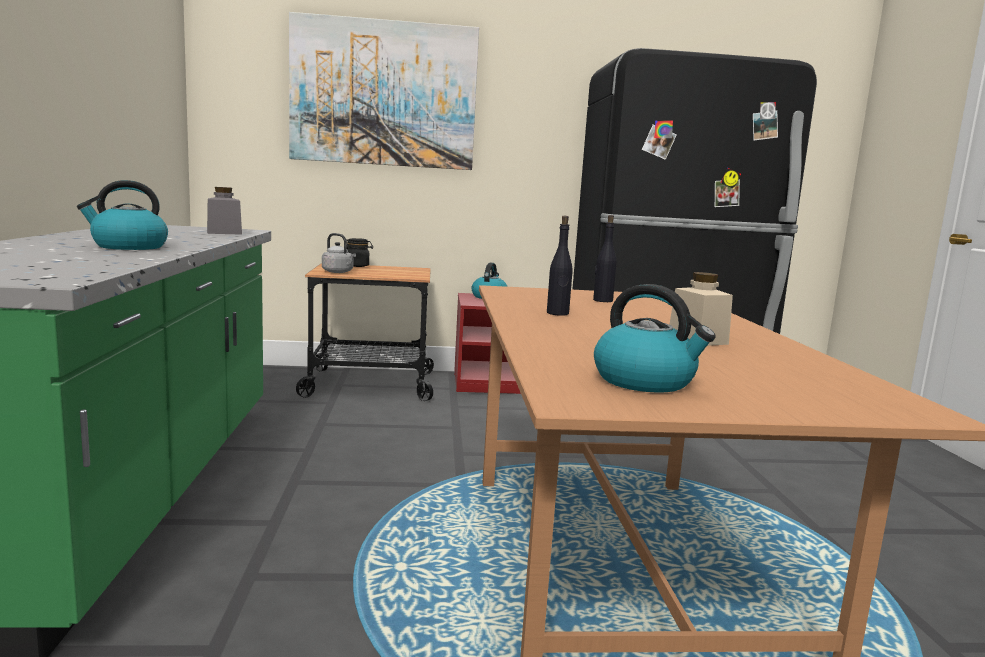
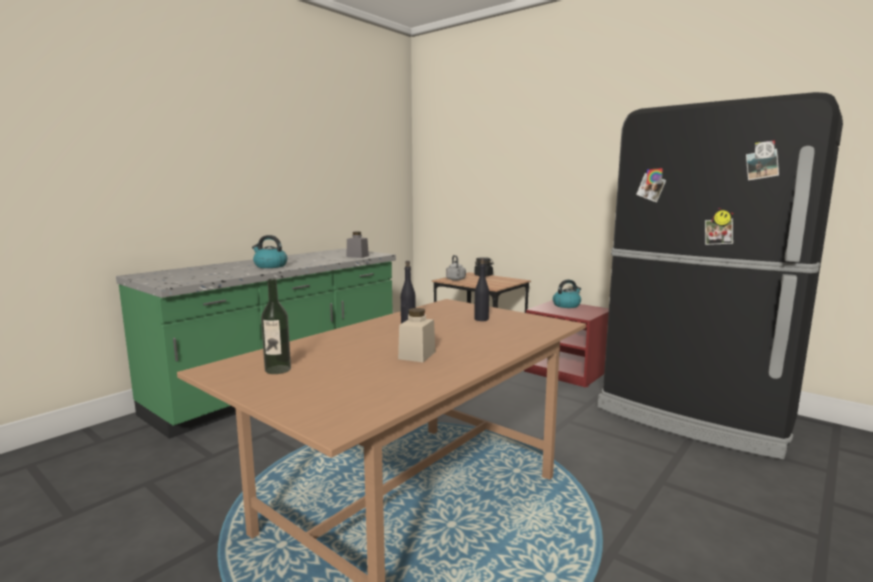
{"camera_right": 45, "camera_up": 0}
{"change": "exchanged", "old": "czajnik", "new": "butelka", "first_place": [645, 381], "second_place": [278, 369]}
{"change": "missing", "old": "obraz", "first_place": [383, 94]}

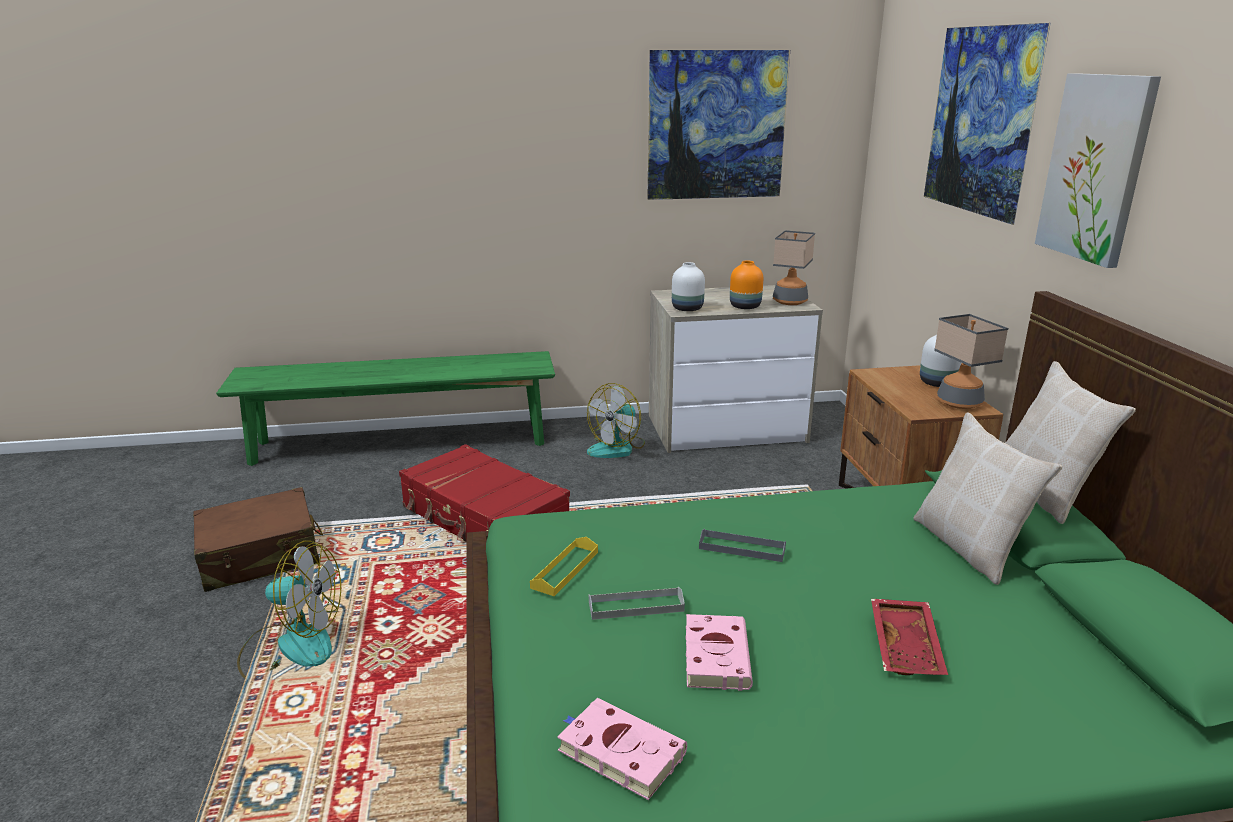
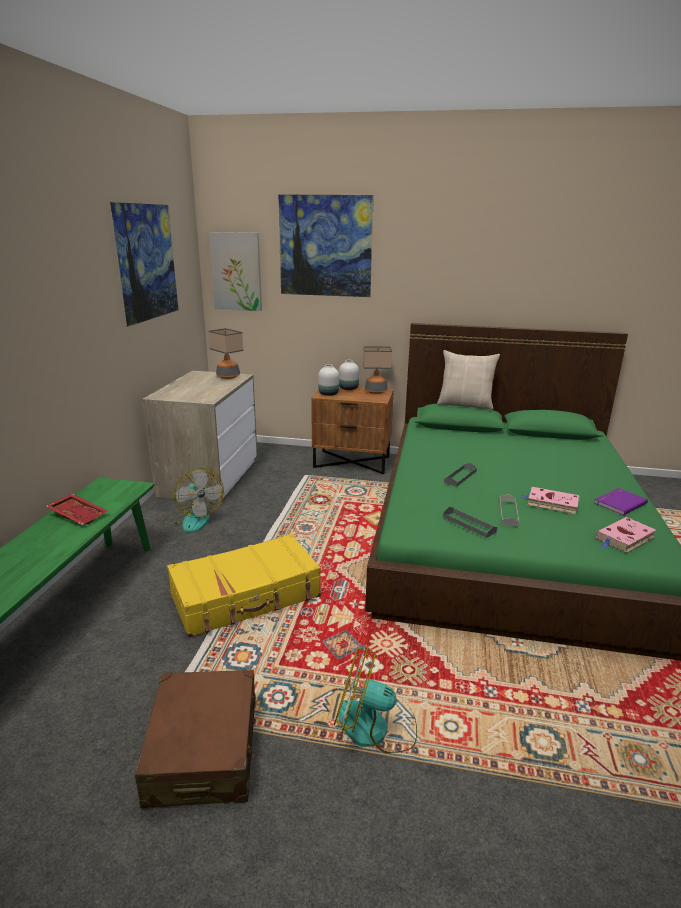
{"camera_right": -70, "camera_up": 0}
{"change": "relocated", "old": "taca [czerwony]", "first_place": [907, 647], "second_place": [79, 515]}
{"change": "colour", "old": "walizka [czerwony]", "new": "walizka [żółty]", "first_place": [484, 518], "second_place": [246, 596]}
{"change": "relocated", "old": "obraz", "first_place": [1096, 168], "second_place": [236, 271]}
{"change": "relocated", "old": "wazon [biały]", "first_place": [687, 309], "second_place": [329, 394]}
{"change": "spun", "old": "wentylator", "first_place": [291, 645], "second_place": [375, 727], "degrees": -105}
{"change": "colour", "old": "taca [żółty]", "new": "taca [szary]", "first_place": [565, 570], "second_place": [469, 524]}
{"change": "appeared", "new": "książka [fioletowy]", "second_place": [618, 503]}
{"change": "missing", "old": "wazon [pomarańczowy]", "first_place": [745, 306]}
{"change": "missing", "old": "poduszka [beżowy]", "first_place": [970, 547]}

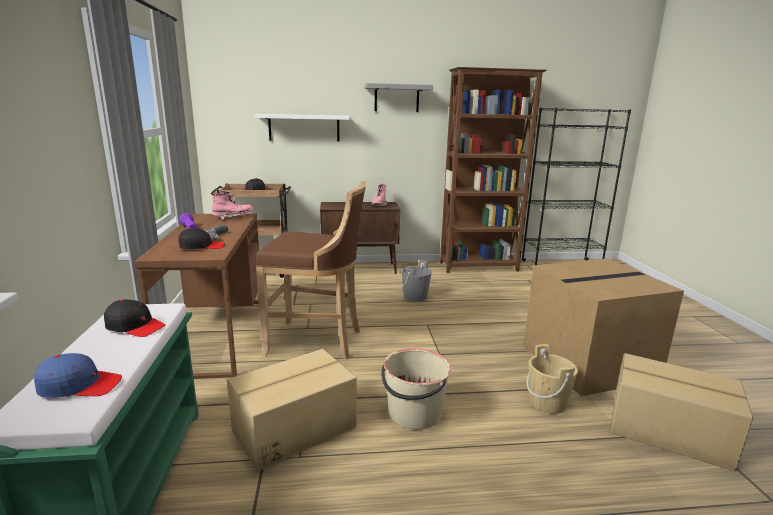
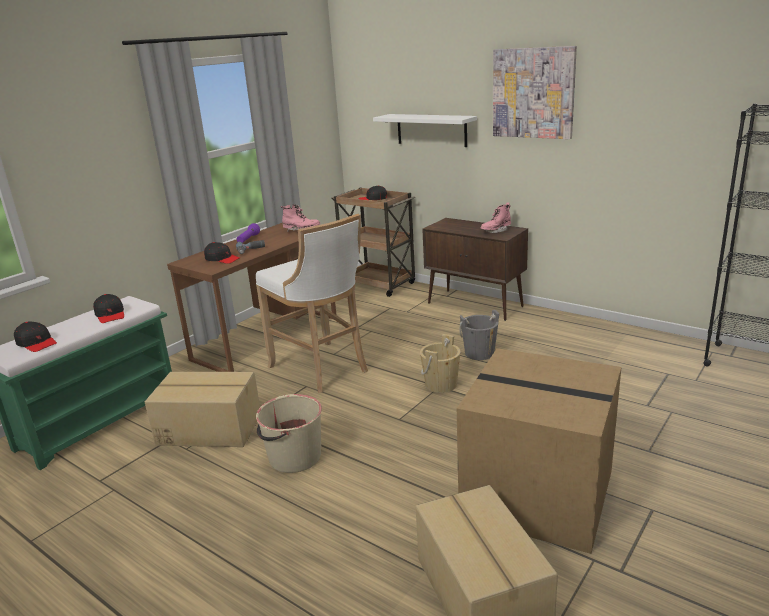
{"camera_right": 45, "camera_up": 5}
{"change": "colour", "old": "czapka z daszkiem [niebieski]", "new": "czapka z daszkiem [czarny]", "first_place": [79, 385], "second_place": [36, 343]}
{"change": "colour", "old": "stołek [brązowy]", "new": "stołek [biały]", "first_place": [317, 341], "second_place": [322, 369]}
{"change": "relocated", "old": "wiadro [beżowy]", "first_place": [547, 402], "second_place": [441, 384]}
{"change": "exchanged", "old": "półka [szary]", "new": "obraz", "first_place": [396, 98], "second_place": [533, 93]}
{"change": "missing", "old": "regał [brązowy]", "first_place": [479, 267]}

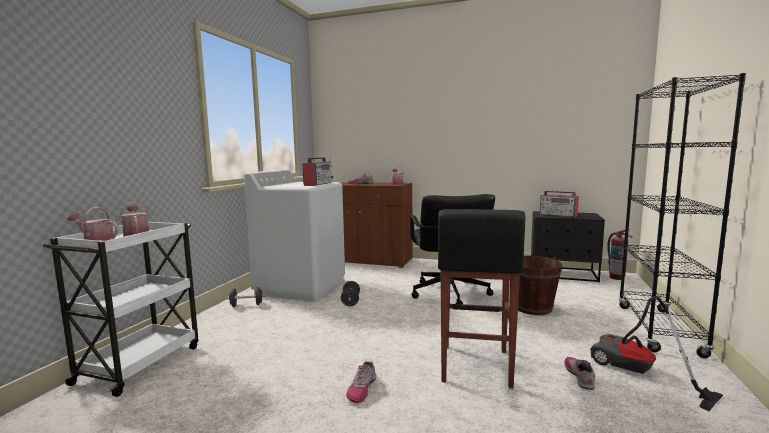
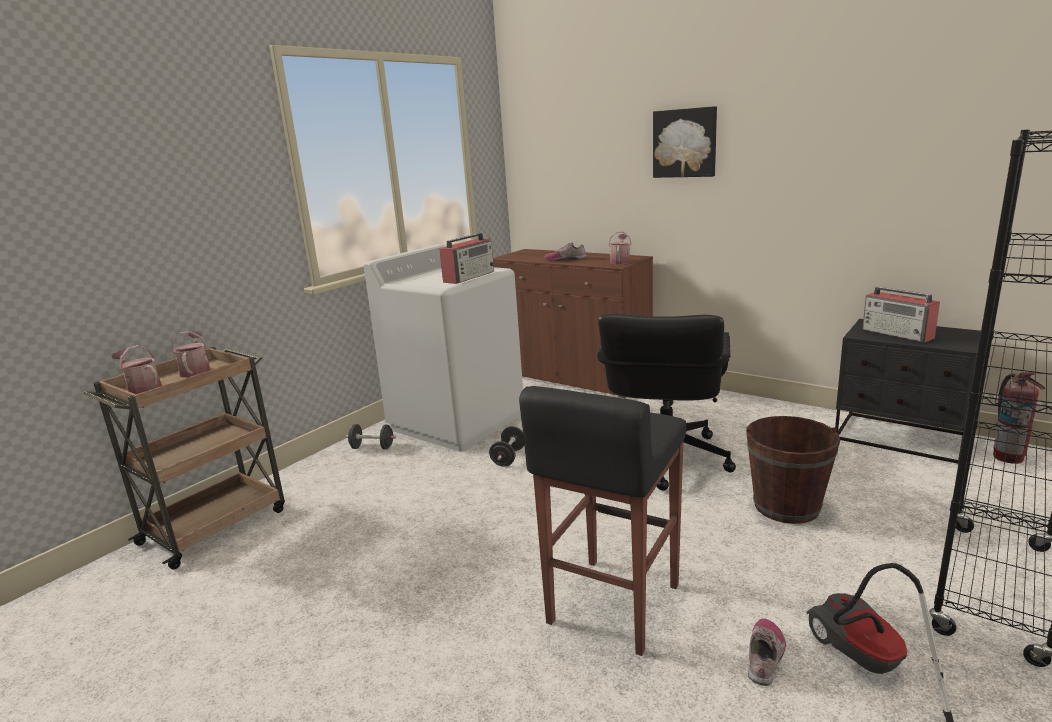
{"camera_right": 20, "camera_up": 10}
{"change": "colour", "old": "wózek [biały]", "new": "wózek [brązowy]", "first_place": [141, 363], "second_place": [216, 525]}
{"change": "appeared", "new": "obraz", "second_place": [685, 143]}
{"change": "missing", "old": "but", "first_place": [361, 389]}

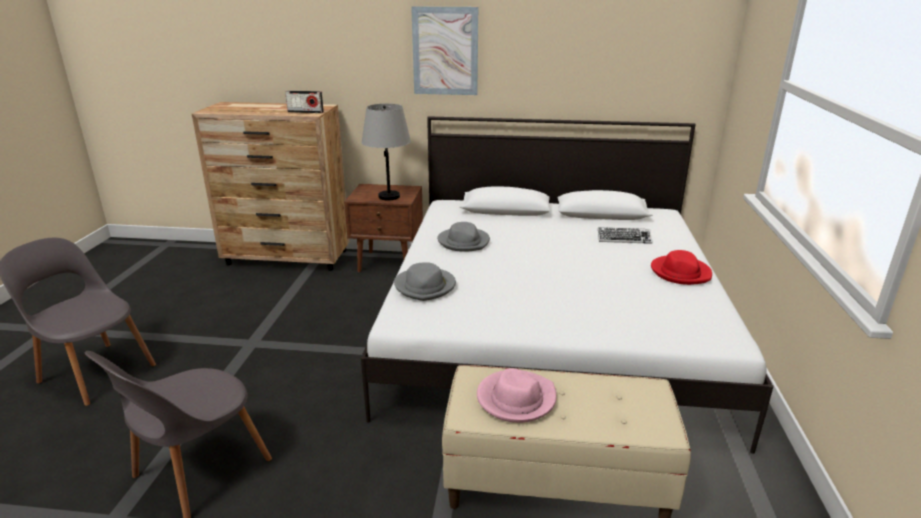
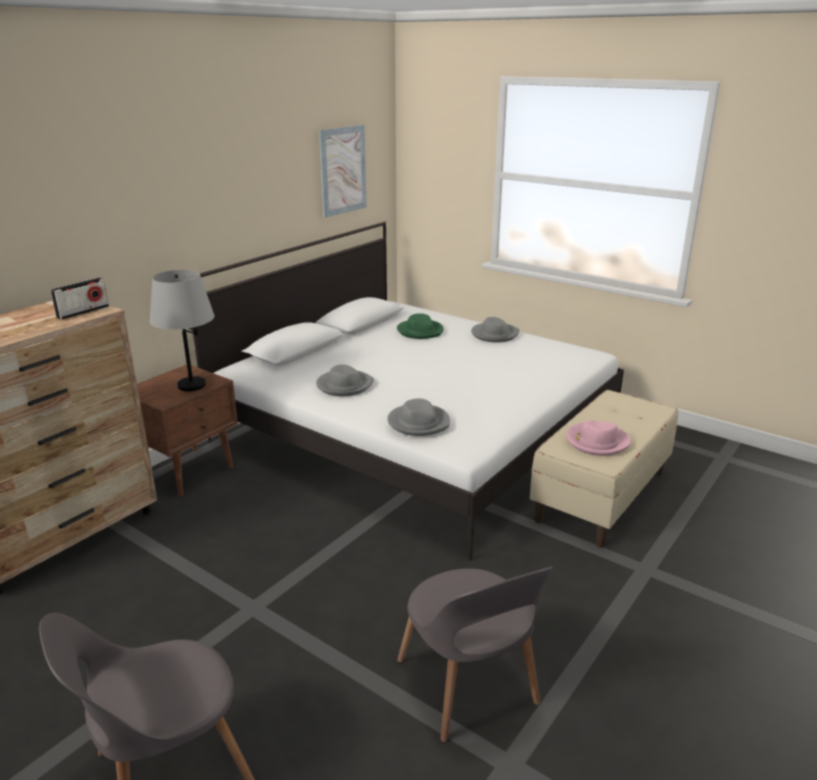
{"camera_right": -60, "camera_up": 0}
{"change": "relocated", "old": "obraz", "first_place": [445, 51], "second_place": [342, 170]}
{"change": "exchanged", "old": "klawiatura", "new": "kapelusz [zielony]", "first_place": [624, 239], "second_place": [420, 331]}
{"change": "colour", "old": "kapelusz [czerwony]", "new": "kapelusz [szary]", "first_place": [680, 272], "second_place": [494, 334]}

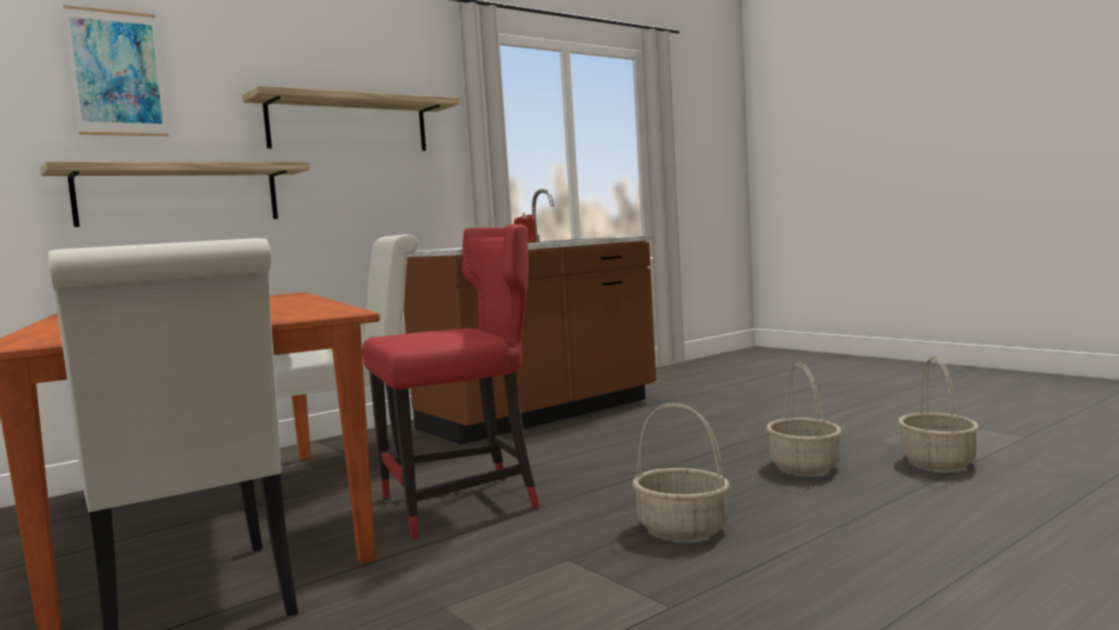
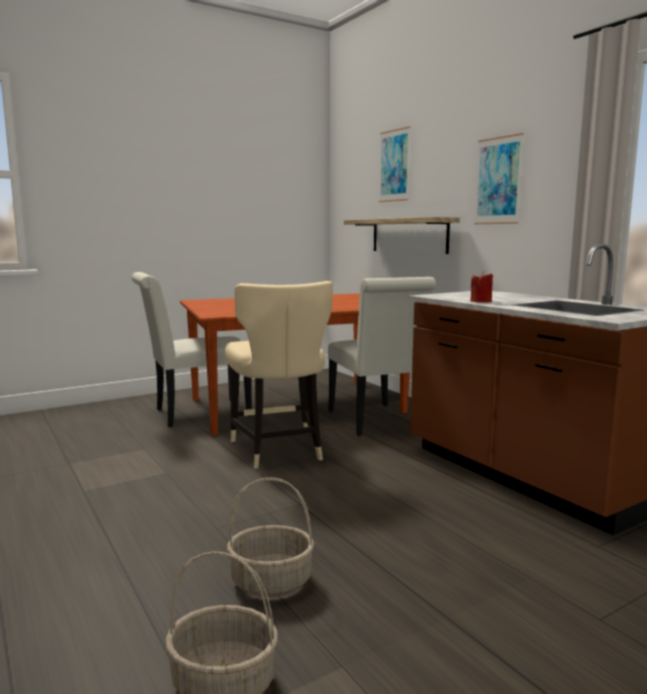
{"camera_right": 95, "camera_up": 5}
{"change": "colour", "old": "krzesło [czerwony]", "new": "krzesło [beżowy]", "first_place": [463, 504], "second_place": [278, 450]}
{"change": "exchanged", "old": "półka", "new": "obraz", "first_place": [349, 125], "second_place": [498, 181]}
{"change": "missing", "old": "koszyk", "first_place": [681, 528]}

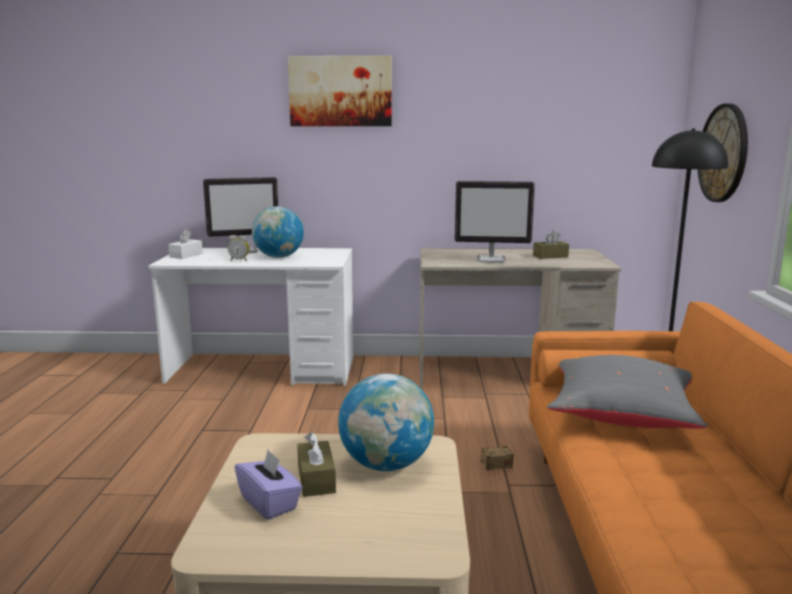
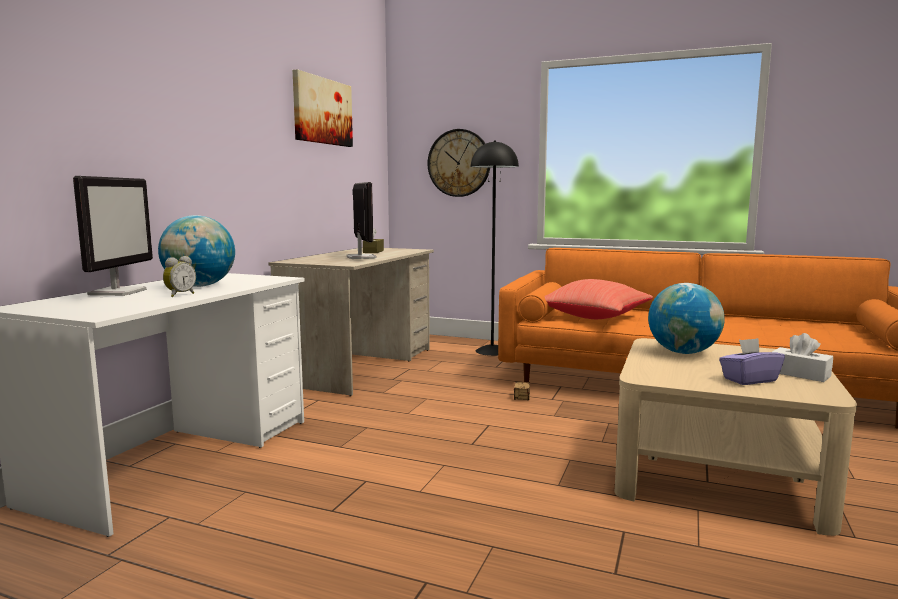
{"camera_right": -70, "camera_up": -5}
{"change": "relocated", "old": "obraz", "first_place": [340, 91], "second_place": [322, 111]}
{"change": "spun", "old": "monitor", "first_place": [491, 260], "second_place": [361, 257], "degrees": -45}
{"change": "colour", "old": "poduszka [szary]", "new": "poduszka [czerwony]", "first_place": [621, 417], "second_place": [595, 317]}
{"change": "relocated", "old": "pudełko chusteczek [biały]", "first_place": [186, 255], "second_place": [799, 374]}
{"change": "missing", "old": "pudełko chusteczek [brązowy]", "first_place": [316, 479]}

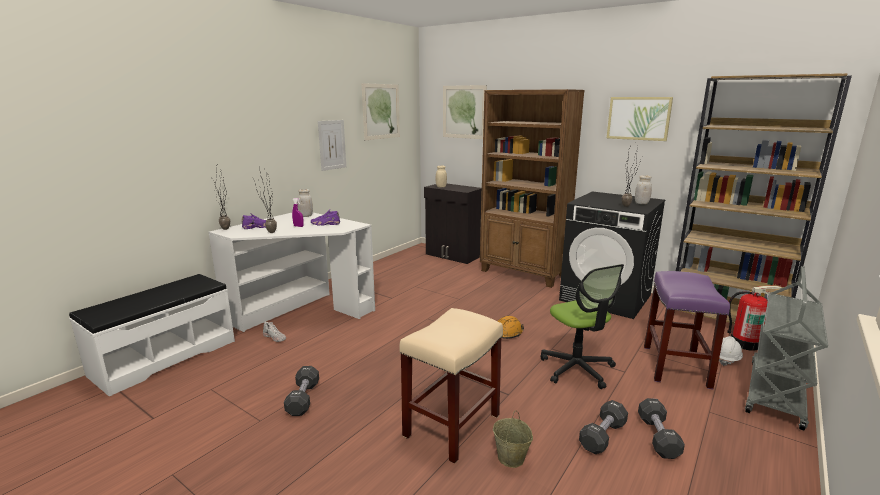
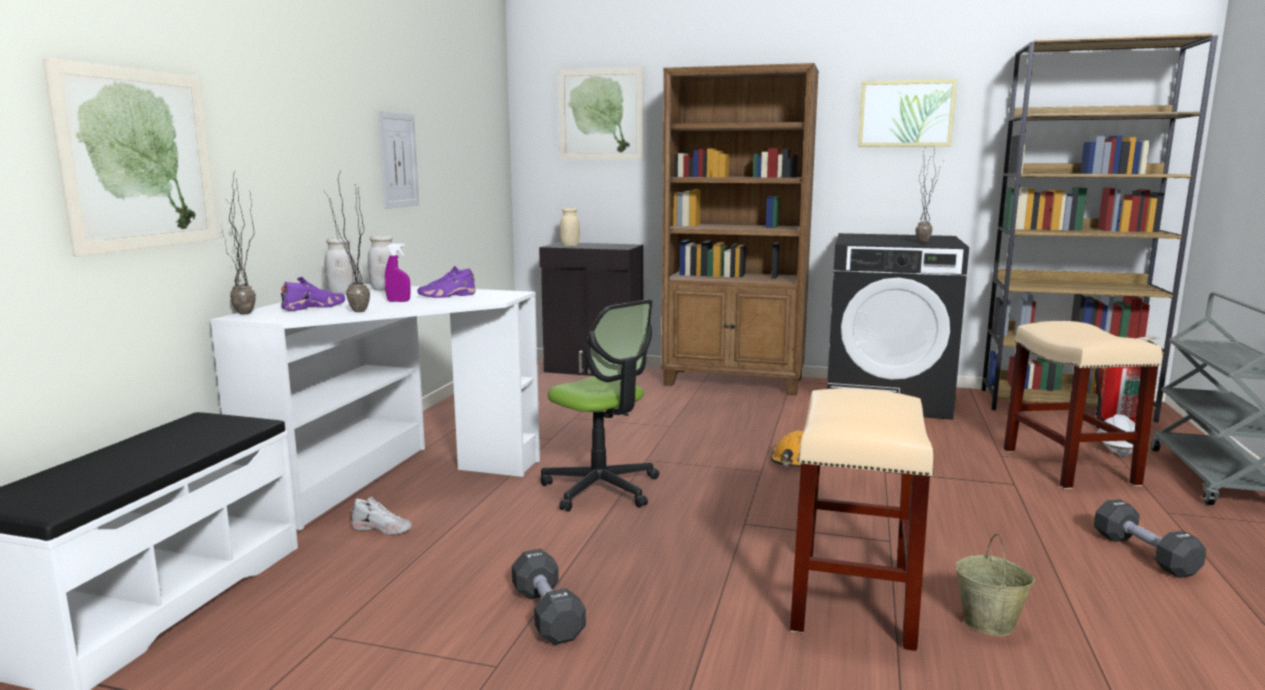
{"camera_right": -20, "camera_up": -5}
{"change": "relocated", "old": "obraz", "first_place": [381, 111], "second_place": [139, 159]}
{"change": "relocated", "old": "słoik [biały]", "first_place": [641, 203], "second_place": [342, 293]}
{"change": "relocated", "old": "krzesło biurowe", "first_place": [577, 369], "second_place": [601, 488]}
{"change": "colour", "old": "stołek [fioletowy]", "new": "stołek [beżowy]", "first_place": [676, 367], "second_place": [1070, 467]}
{"change": "missing", "old": "hantel [czarny]", "first_place": [602, 436]}

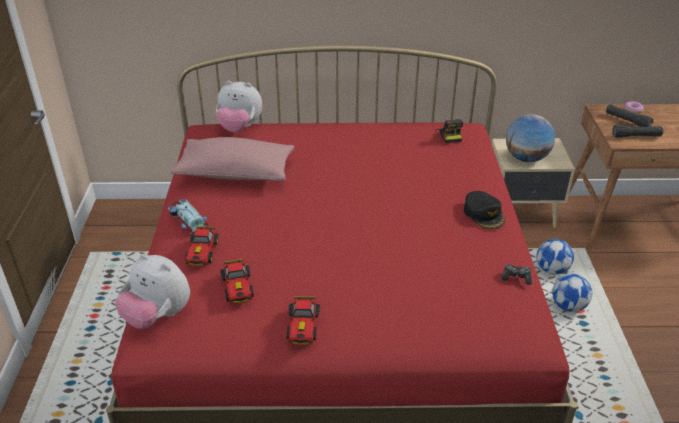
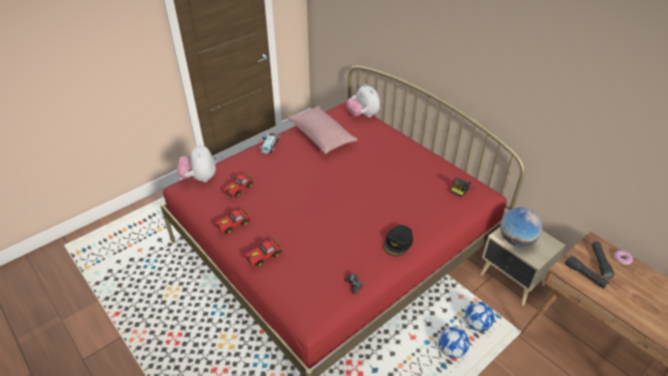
{"camera_right": 50, "camera_up": 5}
{"change": "relocated", "old": "samochodzik", "first_place": [202, 254], "second_place": [263, 257]}

